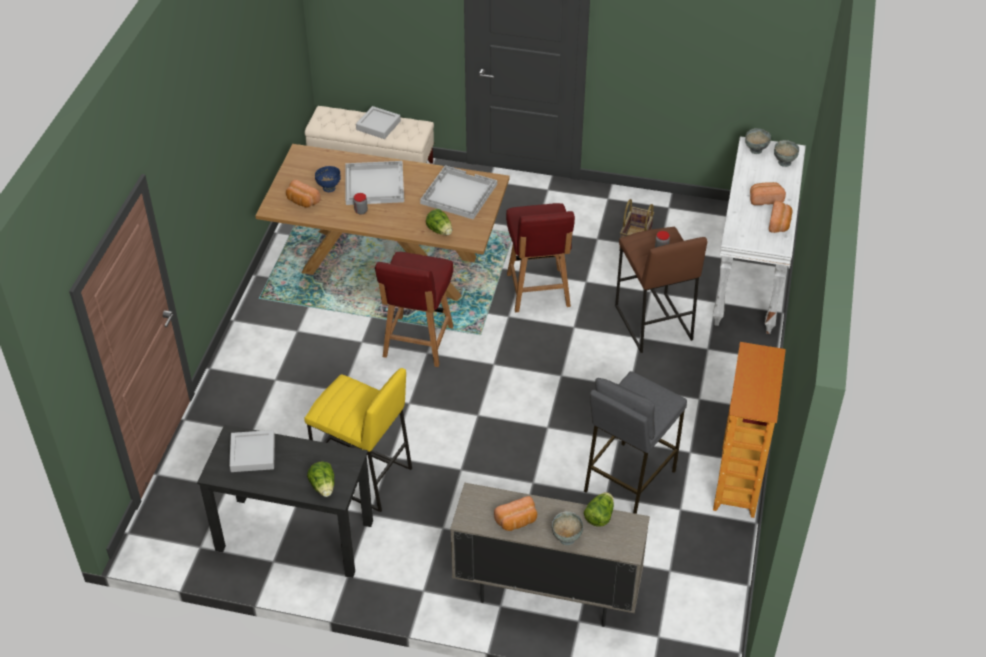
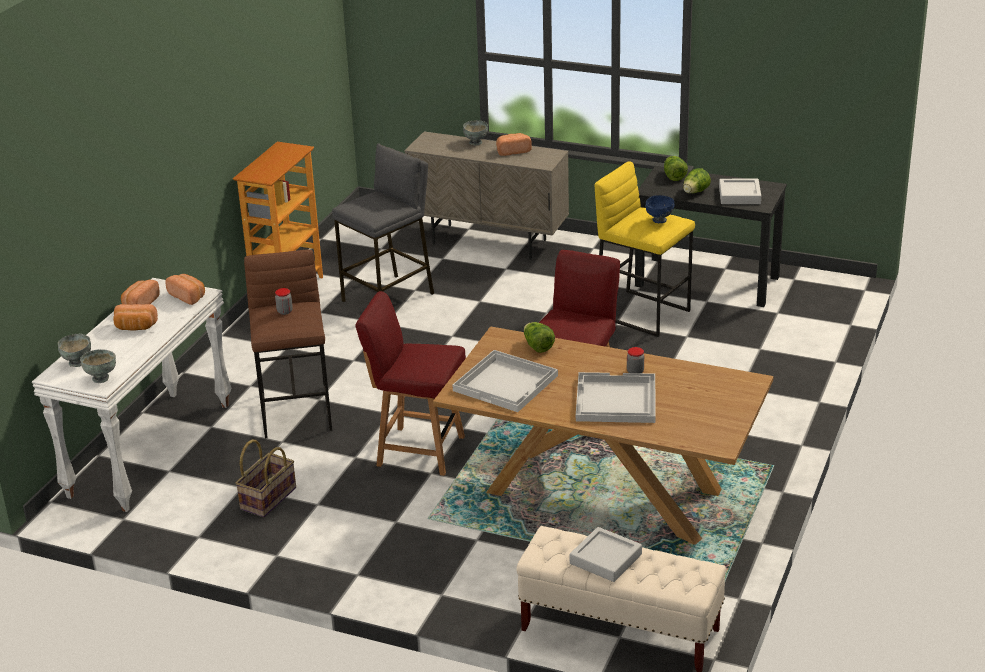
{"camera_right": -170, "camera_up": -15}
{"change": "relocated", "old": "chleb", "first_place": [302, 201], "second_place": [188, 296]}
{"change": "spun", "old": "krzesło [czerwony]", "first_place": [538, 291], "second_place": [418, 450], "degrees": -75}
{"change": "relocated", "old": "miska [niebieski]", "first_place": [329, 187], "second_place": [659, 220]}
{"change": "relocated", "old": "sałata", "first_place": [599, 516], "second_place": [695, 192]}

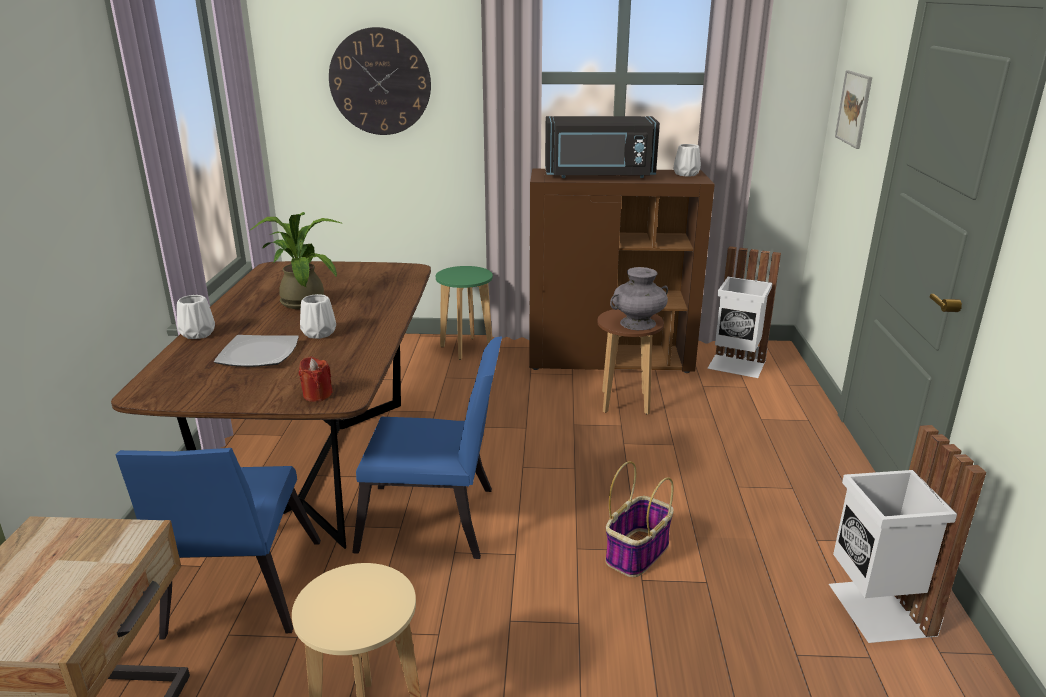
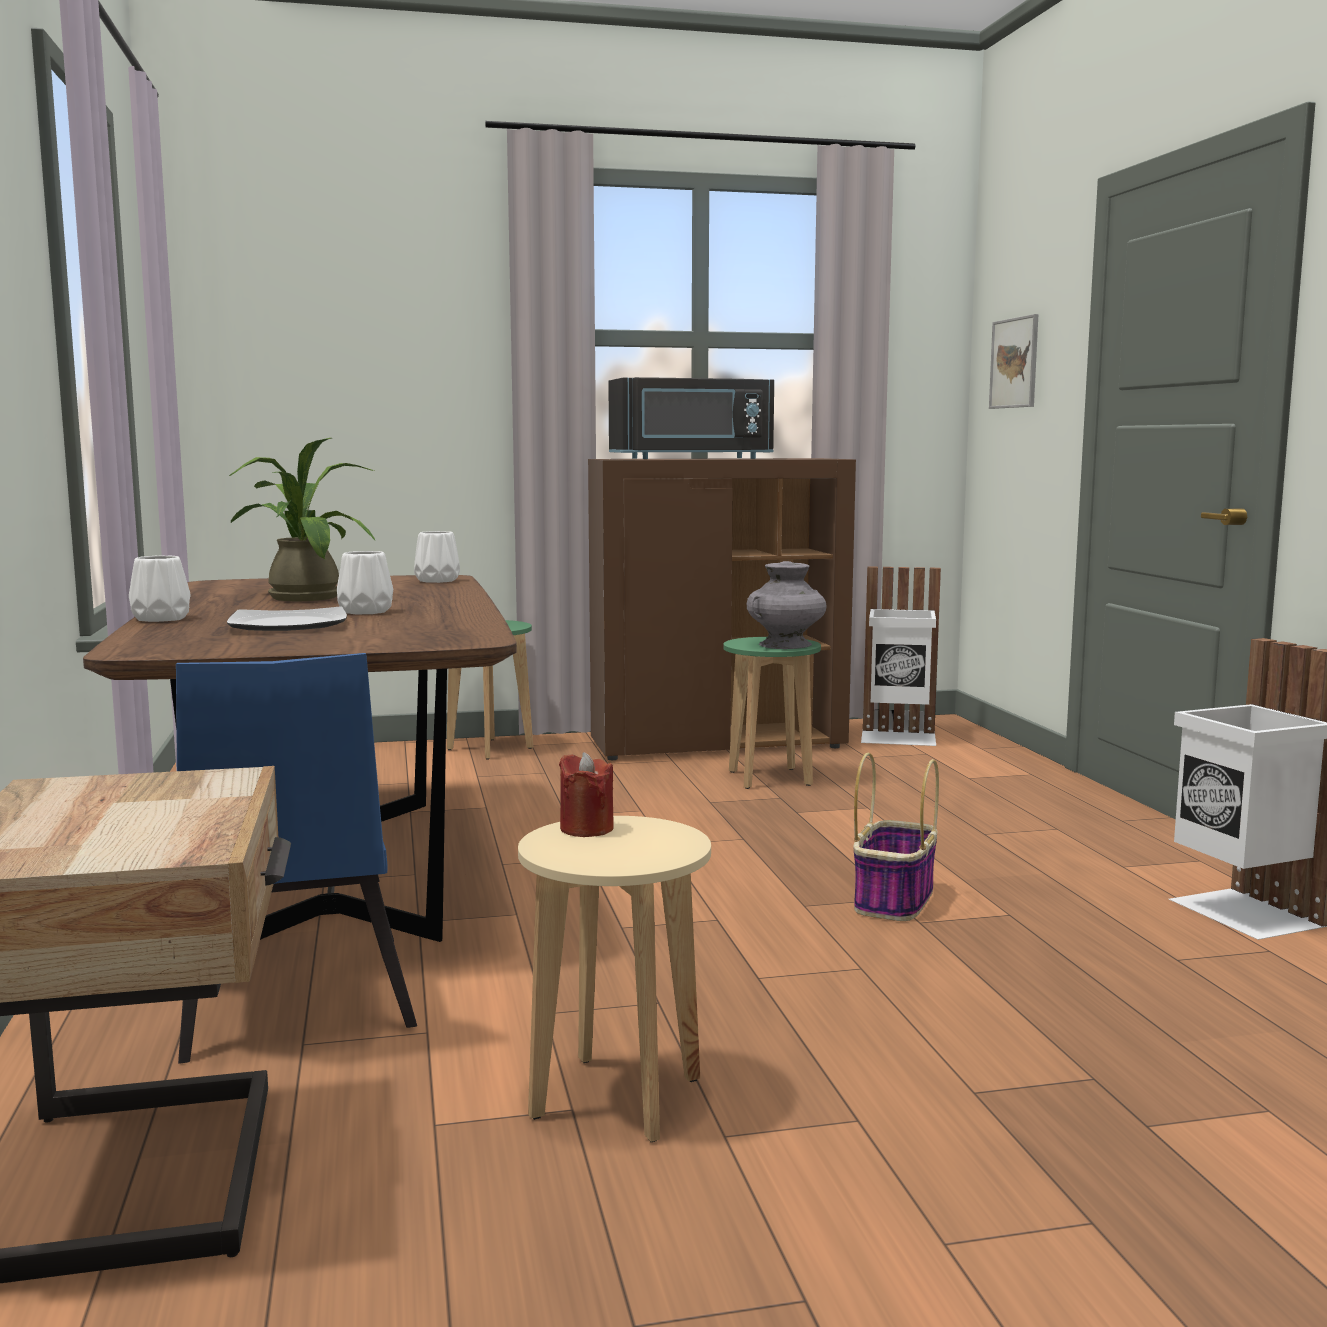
{"camera_right": -15, "camera_up": -15}
{"change": "relocated", "old": "wazon [biały]", "first_place": [686, 174], "second_place": [436, 580]}
{"change": "relocated", "old": "świeca [czerwony]", "first_place": [317, 395], "second_place": [586, 829]}
{"change": "colour", "old": "stołek [brązowy]", "new": "stołek [zielony]", "first_place": [625, 403], "second_place": [769, 778]}
{"change": "missing", "old": "zegar ścienny", "first_place": [380, 82]}
{"change": "missing", "old": "krzesło [niebieski]", "first_place": [436, 522]}

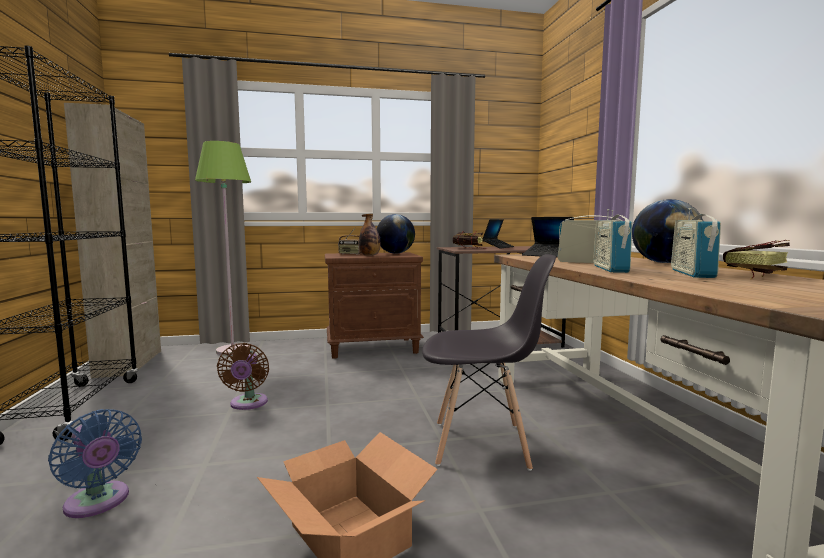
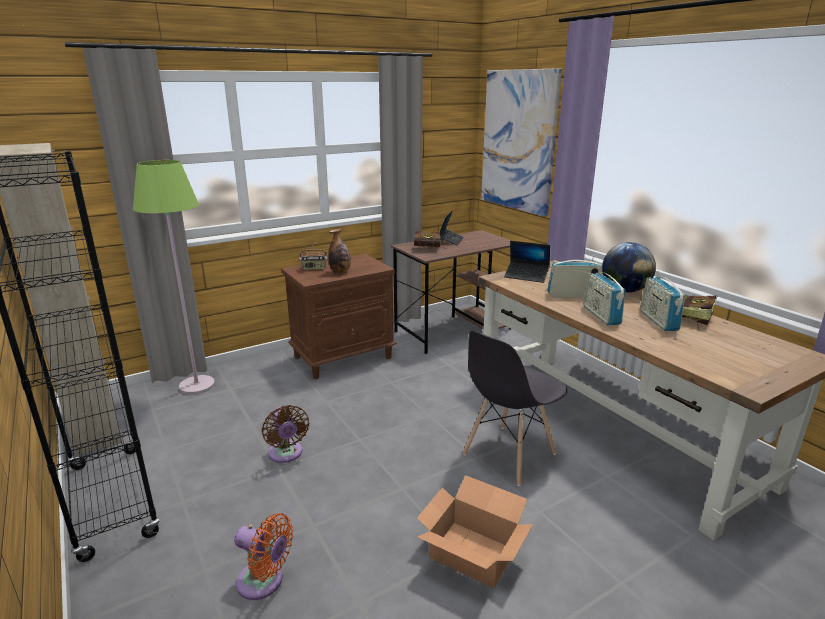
{"camera_right": -20, "camera_up": 15}
{"change": "colour", "old": "wentylator [niebieski]", "new": "wentylator [pomarańczowy]", "first_place": [98, 503], "second_place": [264, 582]}
{"change": "spun", "old": "krzesło [szary]", "first_place": [482, 444], "second_place": [508, 455], "degrees": 150}
{"change": "appeared", "new": "obraz", "second_place": [518, 141]}
{"change": "missing", "old": "globus", "first_place": [395, 253]}

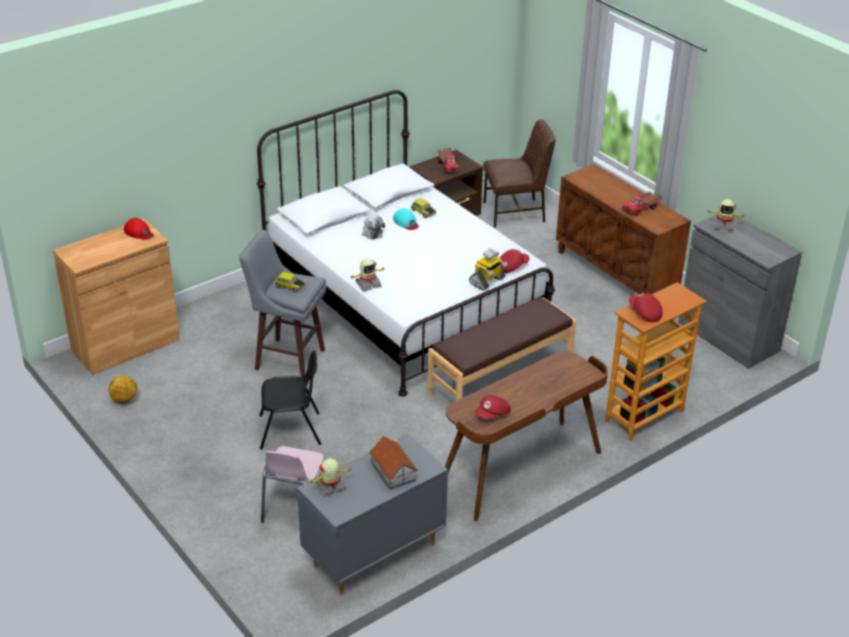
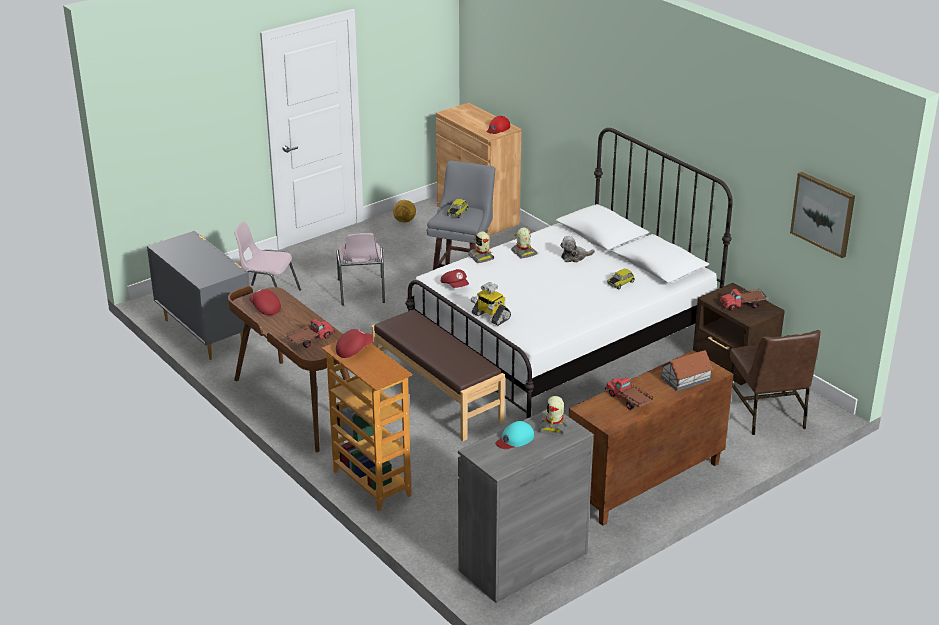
{"camera_right": 90, "camera_up": -5}
{"change": "appeared", "new": "ciężarówka zabawkowa", "second_place": [310, 340]}
{"change": "colour", "old": "krzesło [czarny]", "new": "krzesło [różowy]", "first_place": [291, 431], "second_place": [361, 291]}
{"change": "relocated", "old": "czapka z daszkiem [czerwony]", "first_place": [512, 266], "second_place": [455, 286]}
{"change": "relocated", "old": "czapka z daszkiem [turkusowy]", "first_place": [406, 222], "second_place": [515, 439]}
{"change": "relocated", "old": "robot zabawkowy", "first_place": [330, 486], "second_place": [523, 253]}
{"change": "relocated", "old": "domek", "first_place": [393, 471], "second_place": [686, 379]}
{"change": "appeared", "new": "obraz", "second_place": [823, 214]}

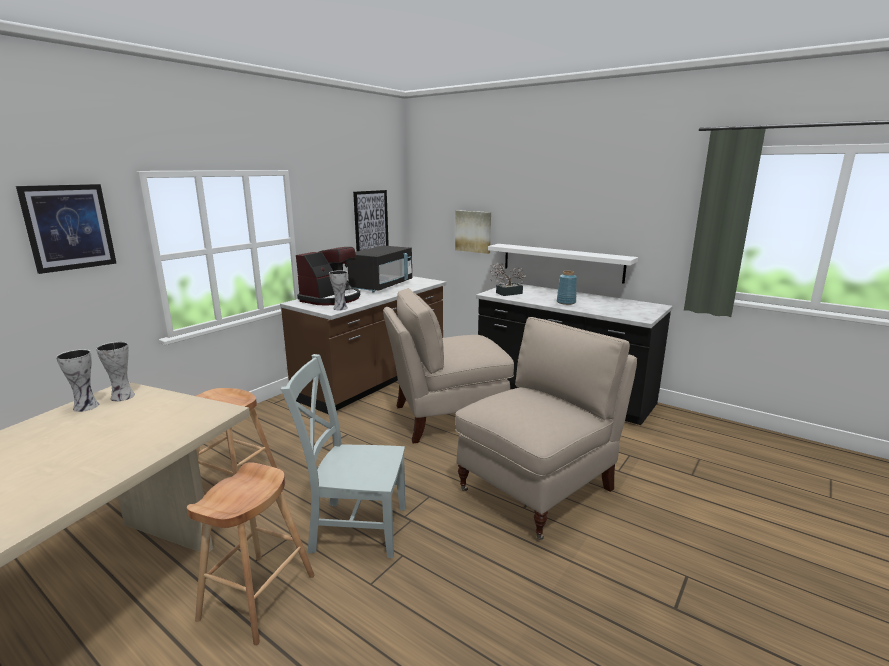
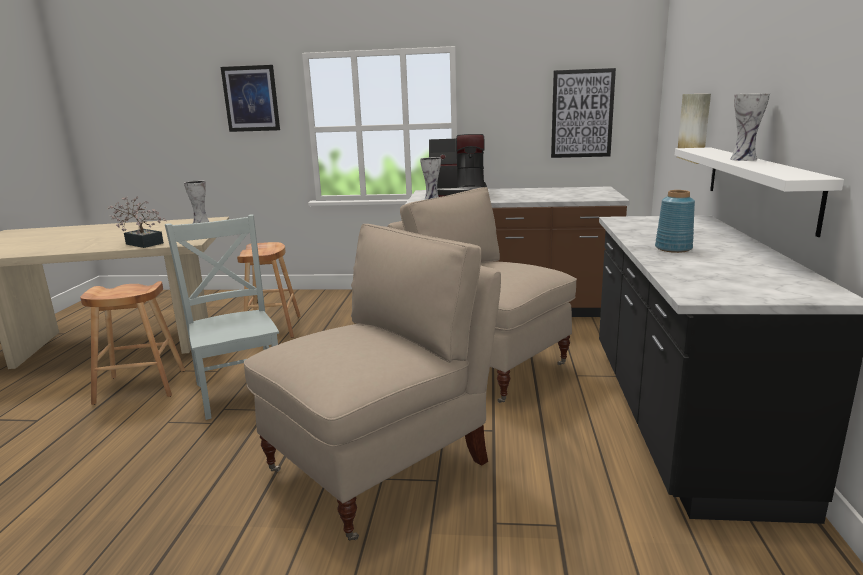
{"camera_right": 60, "camera_up": 0}
{"change": "relocated", "old": "roślina doniczkowa", "first_place": [506, 293], "second_place": [142, 243]}
{"change": "spun", "old": "krzesło [beżowy]", "first_place": [538, 489], "second_place": [381, 465], "degrees": -60}
{"change": "relocated", "old": "wazon", "first_place": [87, 406], "second_place": [744, 159]}
{"change": "missing", "old": "mikrofalówka [czarny]", "first_place": [382, 286]}

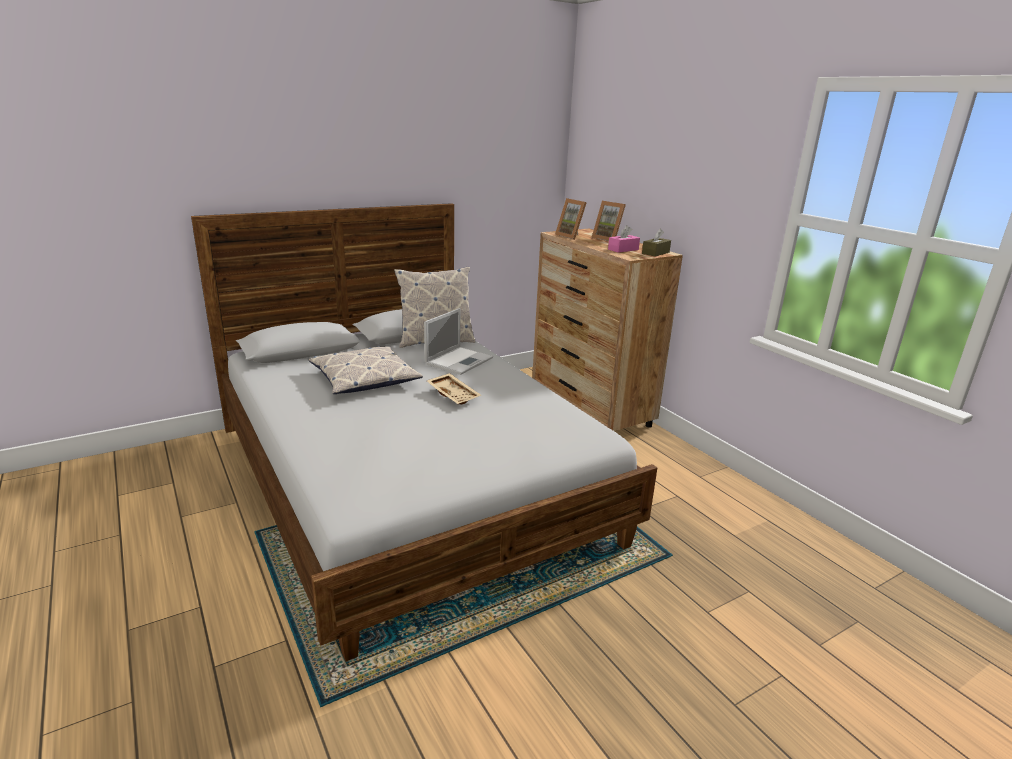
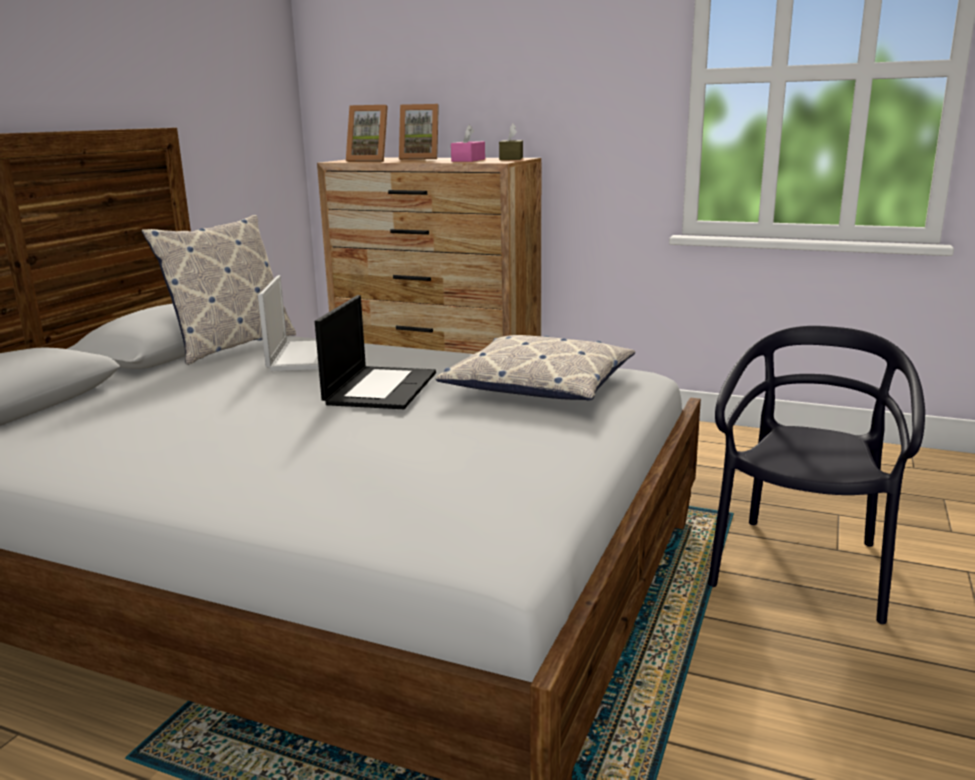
{"camera_right": -35, "camera_up": -5}
{"change": "exchanged", "old": "taca [beżowy]", "new": "laptop", "first_place": [454, 394], "second_place": [380, 388]}
{"change": "relocated", "old": "poduszka", "first_place": [364, 379], "second_place": [539, 385]}
{"change": "appeared", "new": "krzesło [czarny]", "second_place": [801, 568]}

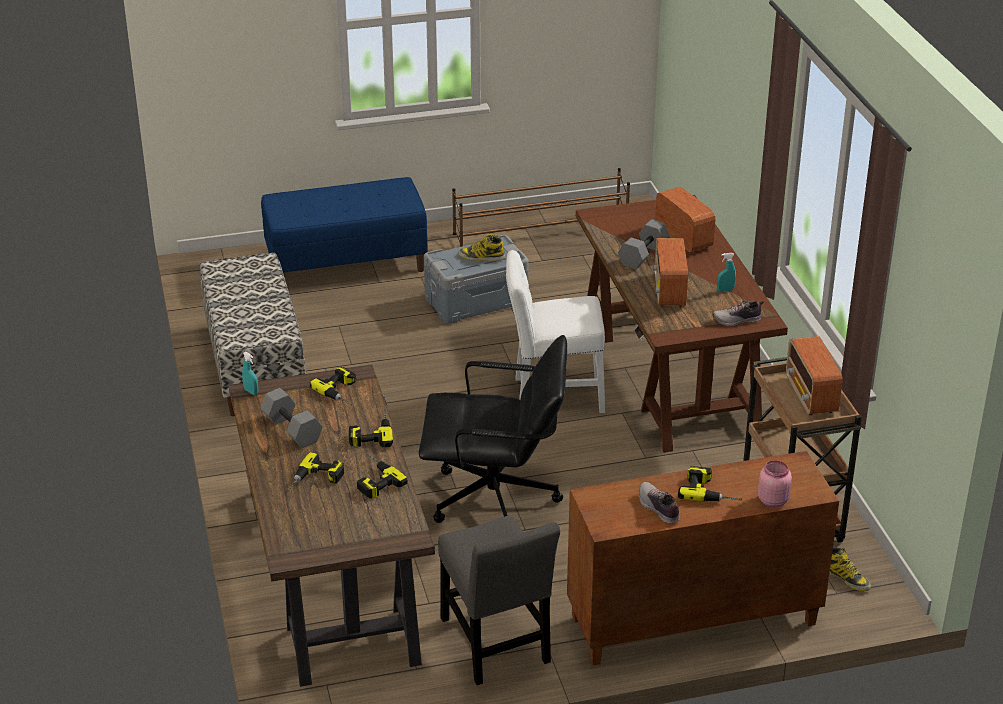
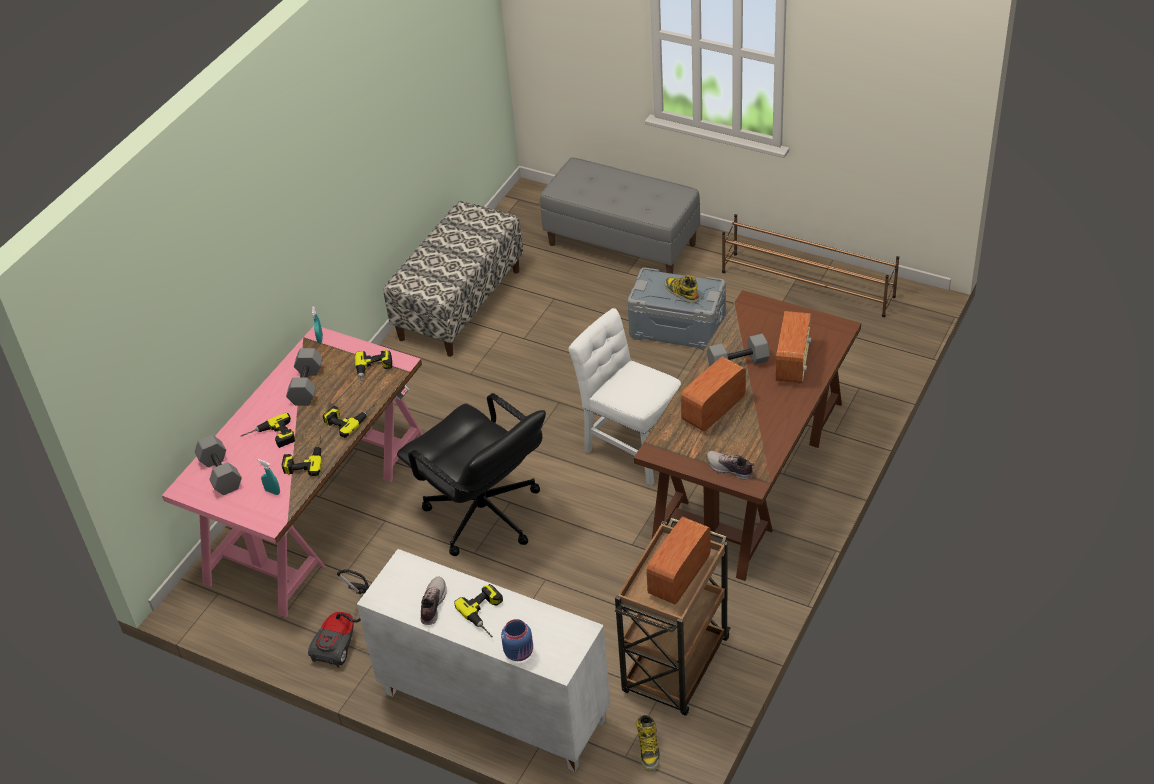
{"camera_right": 45, "camera_up": 10}
{"change": "colour", "old": "biurko [brązowy]", "new": "biurko [różowy]", "first_place": [331, 572], "second_place": [317, 507]}
{"change": "appeared", "new": "hantel [szary]", "second_place": [219, 473]}
{"change": "relocated", "old": "spryskiwacz [turkusowy]", "first_place": [725, 290], "second_place": [272, 491]}
{"change": "exchanged", "old": "krzesło [szary]", "new": "odkurzacz", "first_place": [496, 645], "second_place": [346, 634]}
{"change": "colour", "old": "szafka [brązowy]", "new": "szafka [biały]", "first_place": [692, 622], "second_place": [492, 707]}
{"change": "colour", "old": "słoik [różowy]", "new": "słoik [niebieski]", "first_place": [773, 500], "second_place": [520, 652]}
{"change": "colour", "old": "ławka [niebieski]", "new": "ławka [szary]", "first_place": [347, 264], "second_place": [623, 244]}

